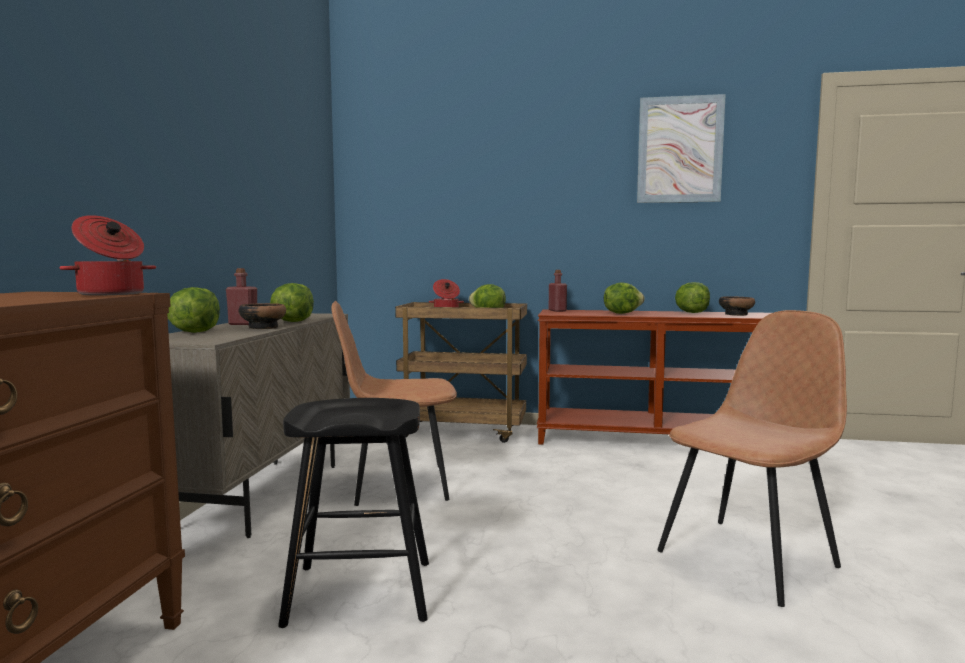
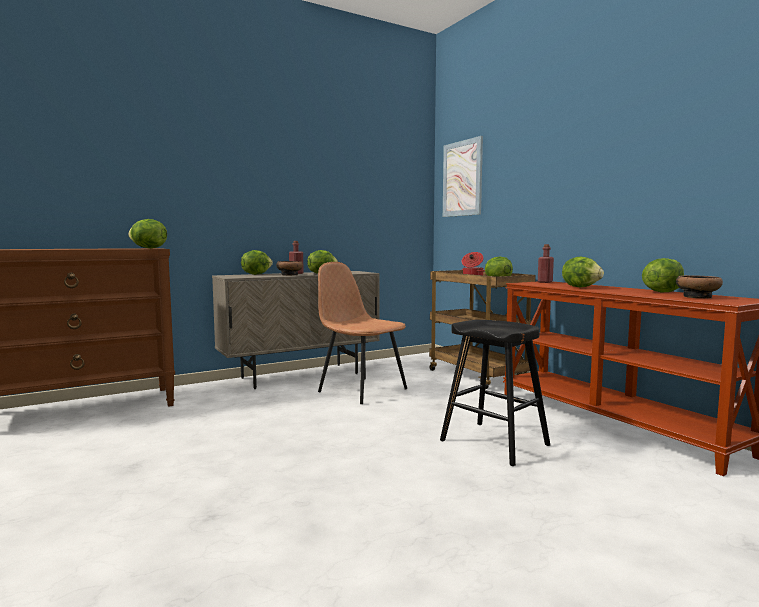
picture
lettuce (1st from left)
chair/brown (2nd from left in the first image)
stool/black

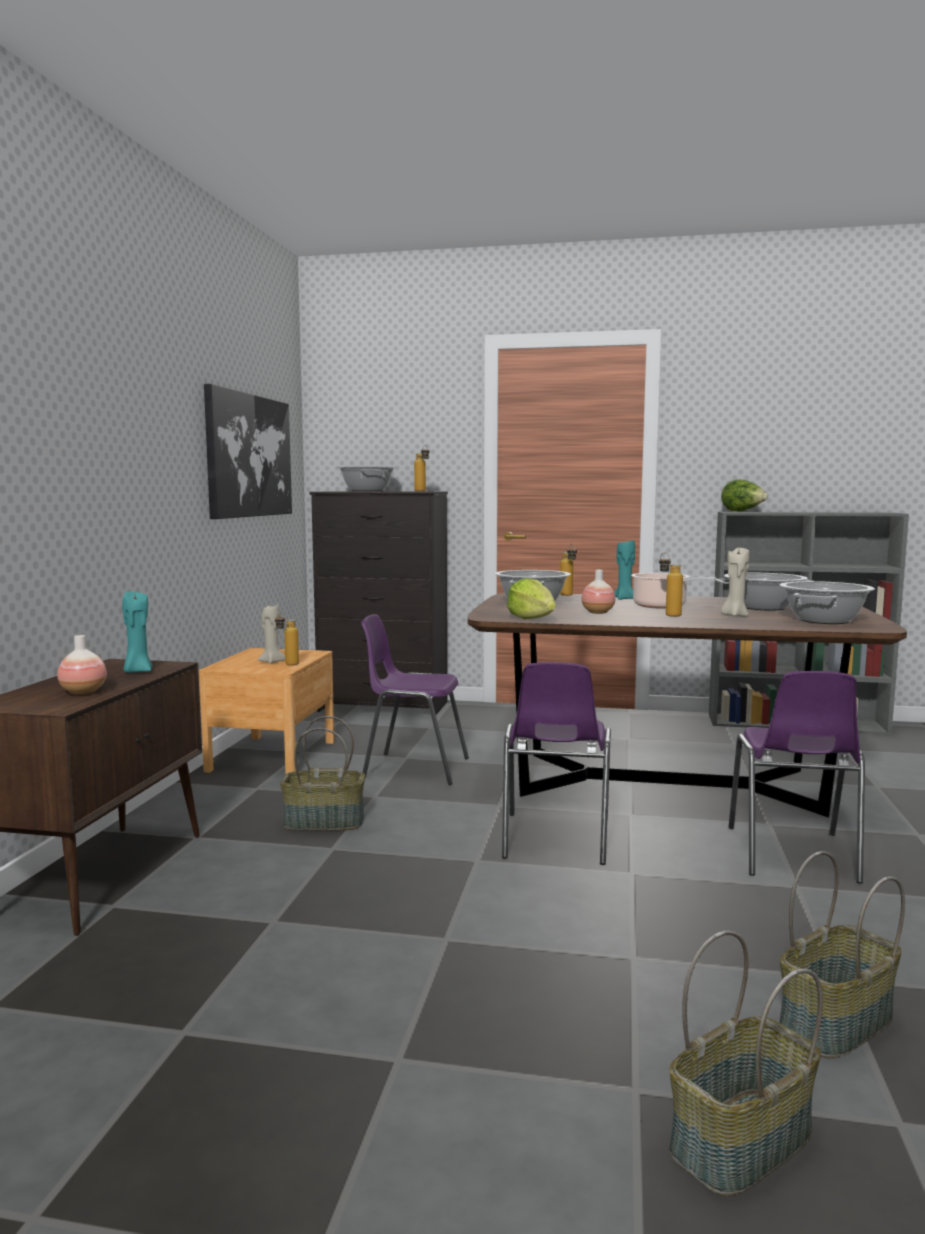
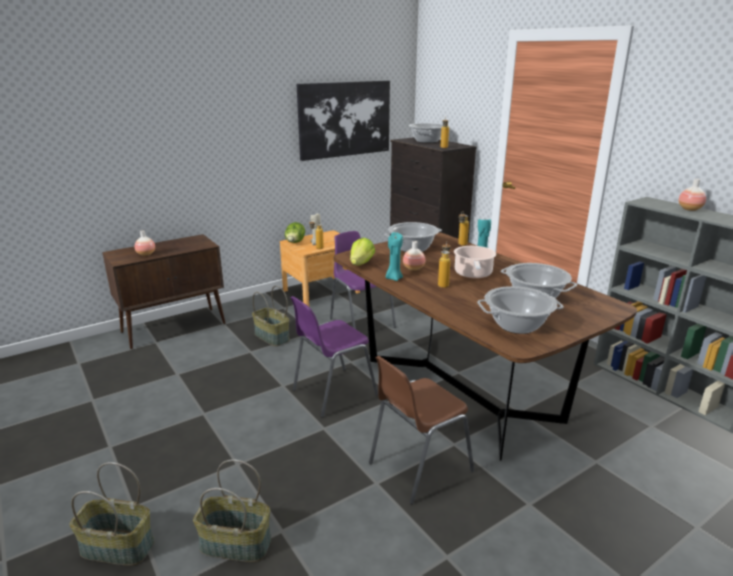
lettuce (1st from left)
candle/beige (2nd from left in the first image)
candle/turquoise (1st from left)
chair/brown
vase (3rd from left)

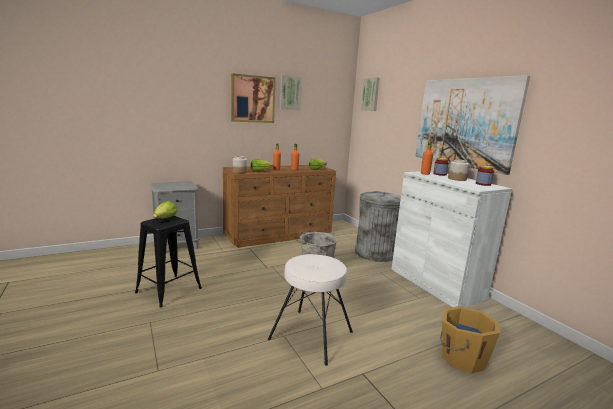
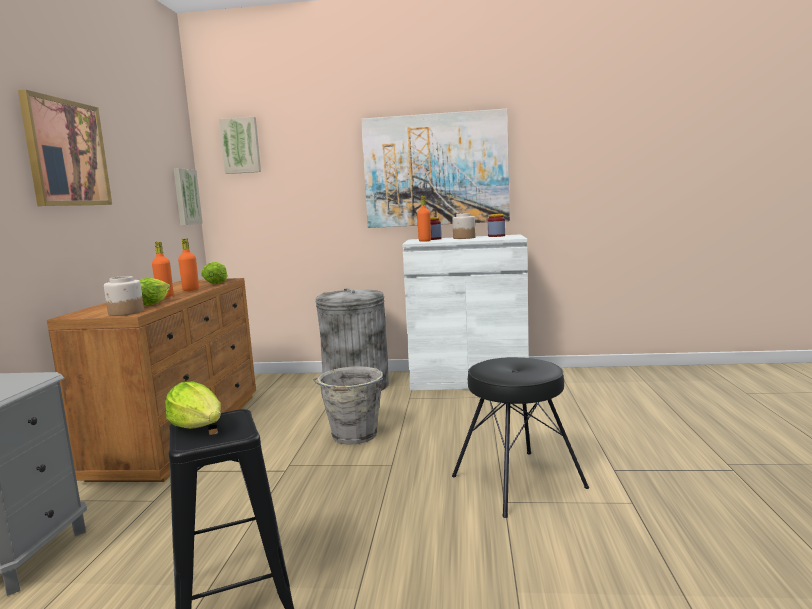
picture (2nd from left)
stool/black (2nd from left)
bucket/orange

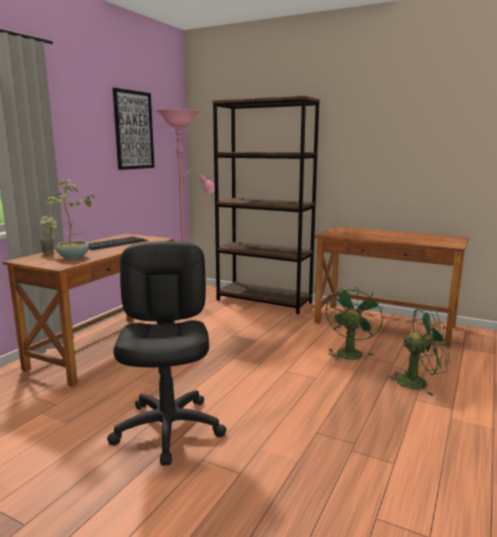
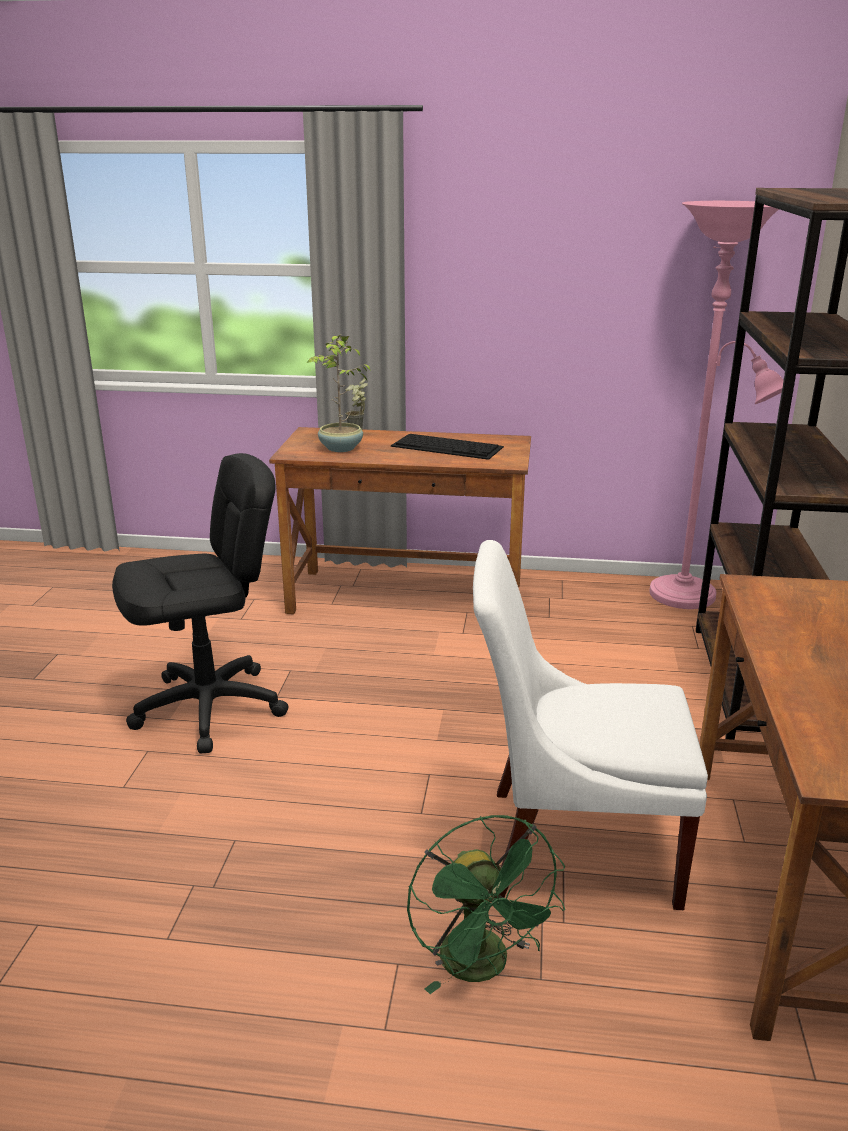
picture
chair/white

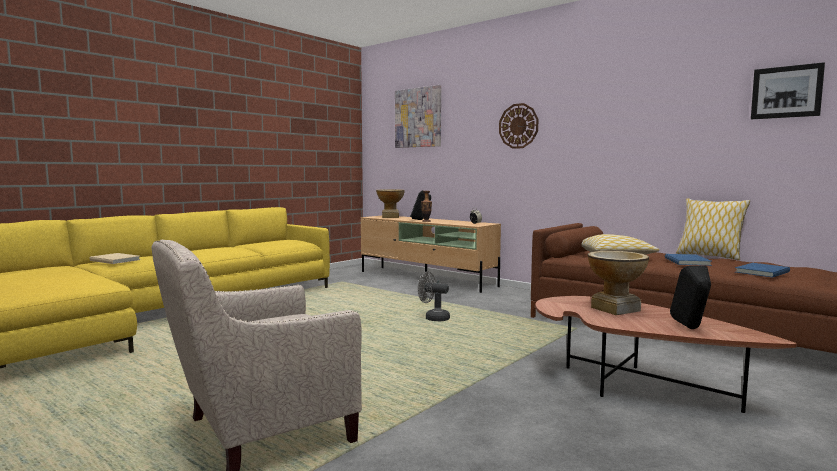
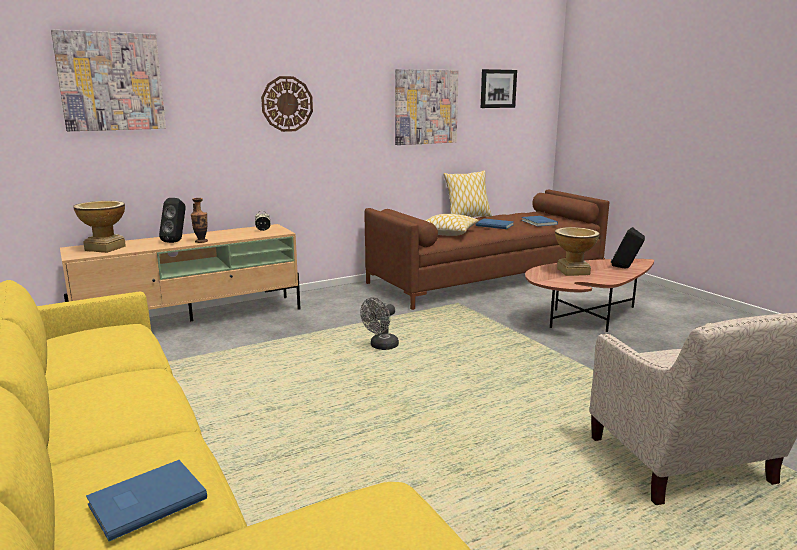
book/blue (1st from left)
picture (2nd from left)

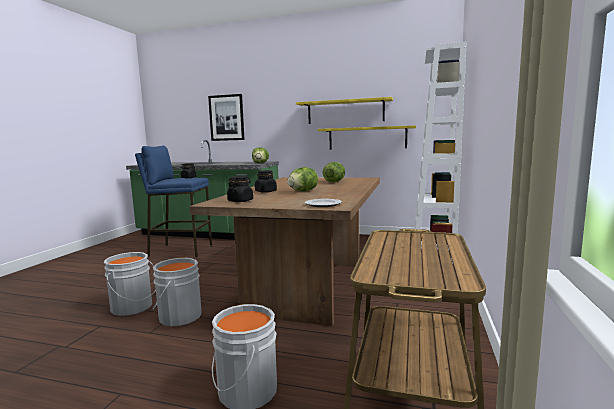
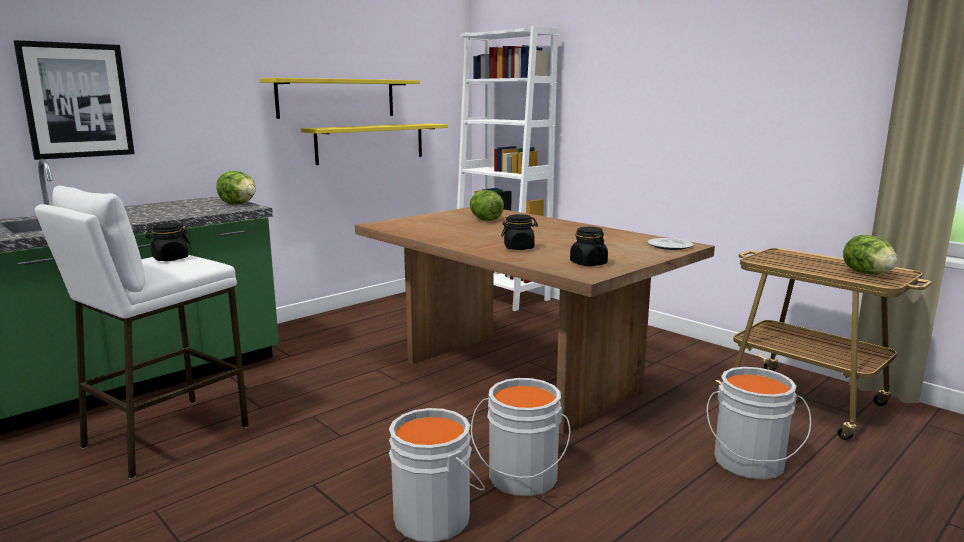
stool/white
lettuce (3rd from left)

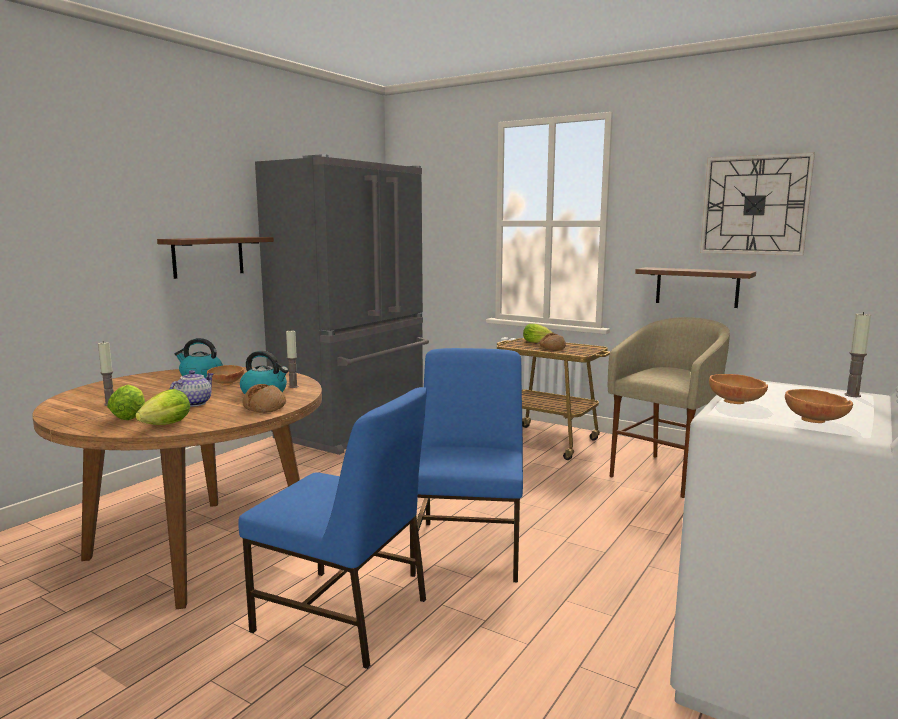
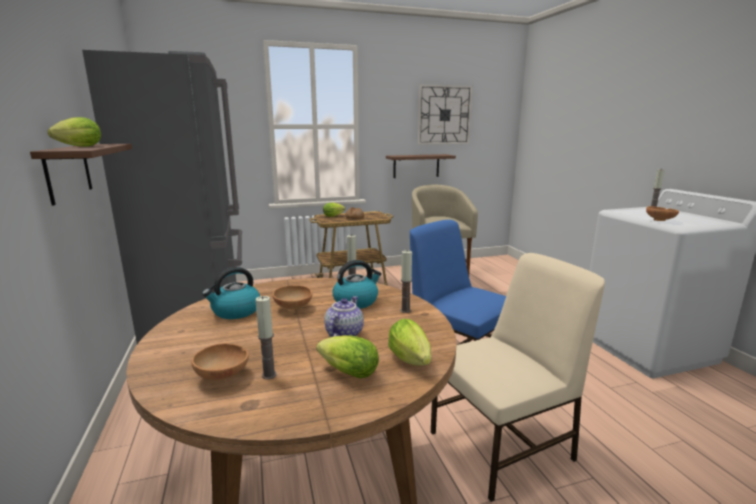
teapot
candle (3rd from left)
chair/beige
bowl/brown (1st from left)
lettuce (1st from left)

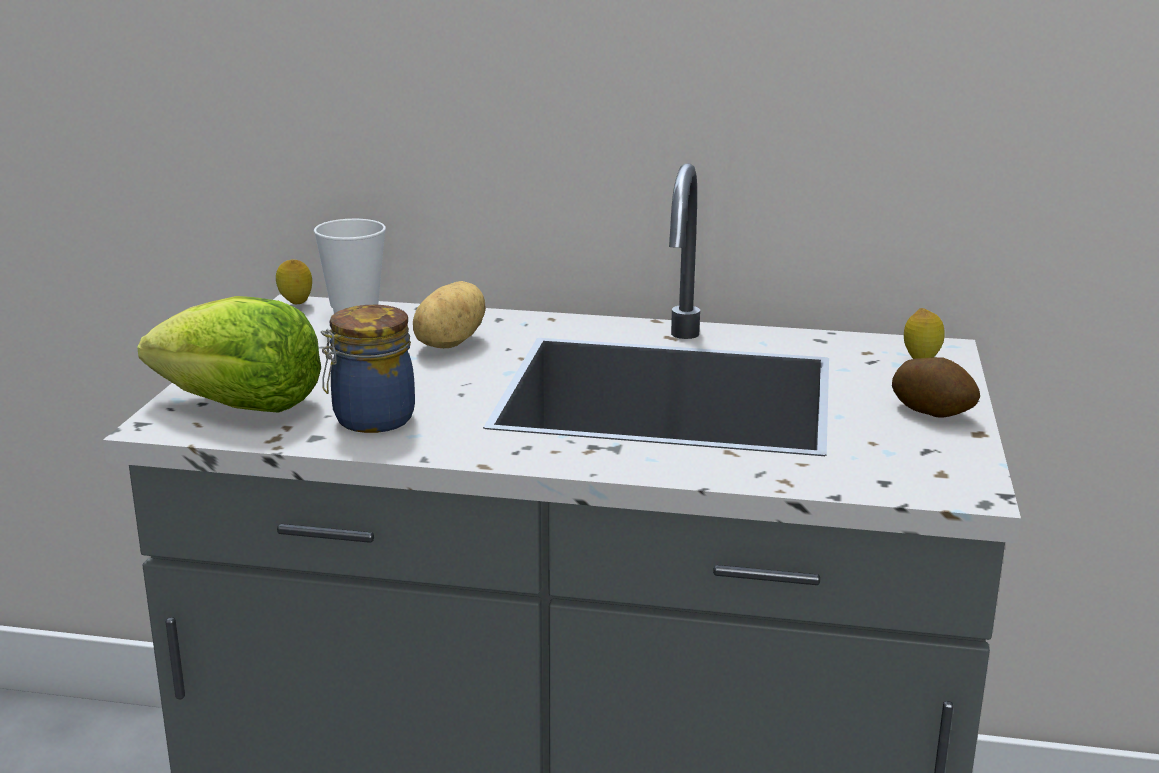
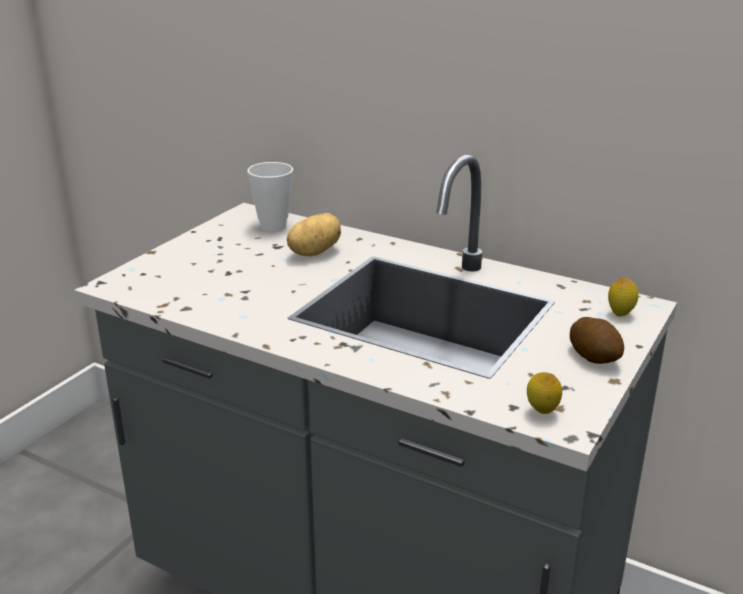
lemon (1st from left)
lettuce
jar

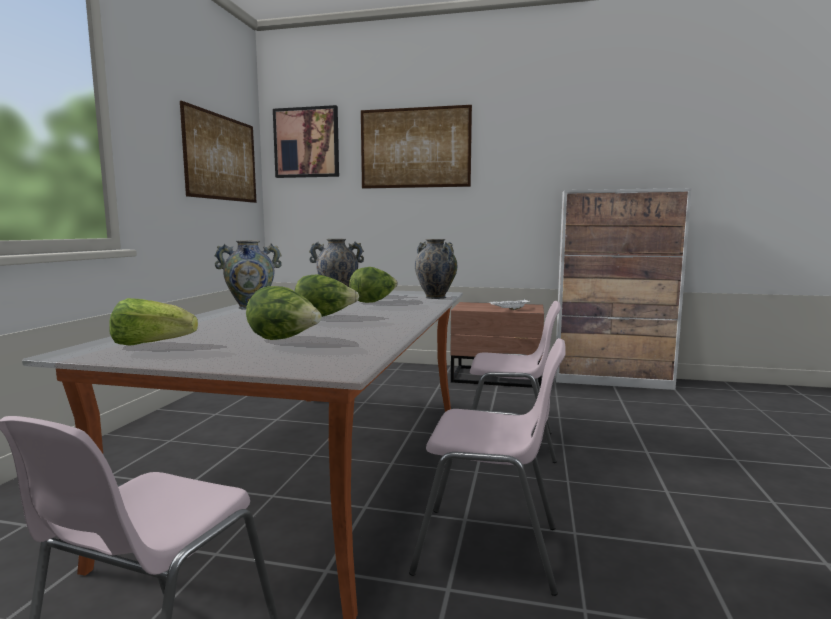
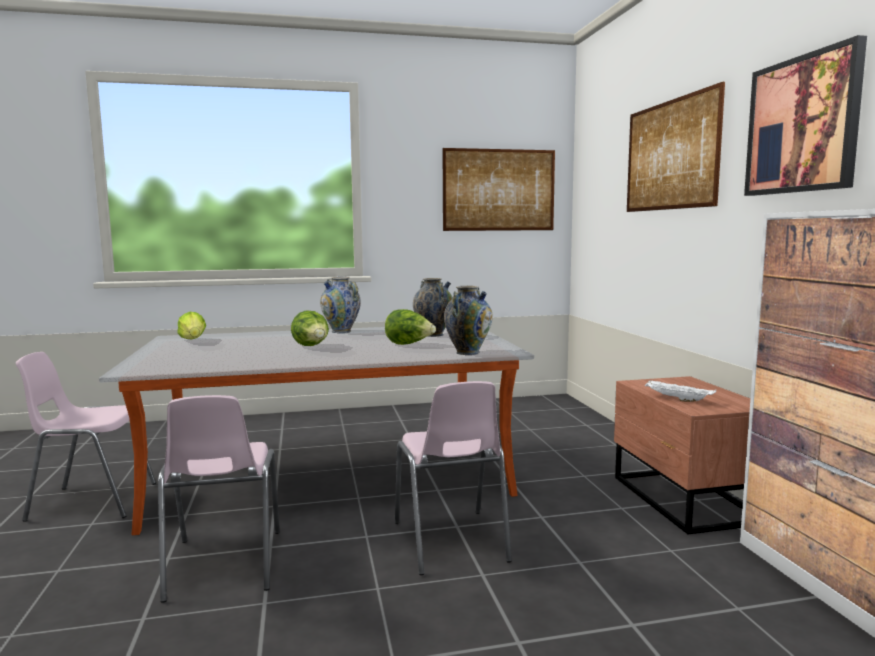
picture (3rd from left)
lettuce (2nd from left in the first image)

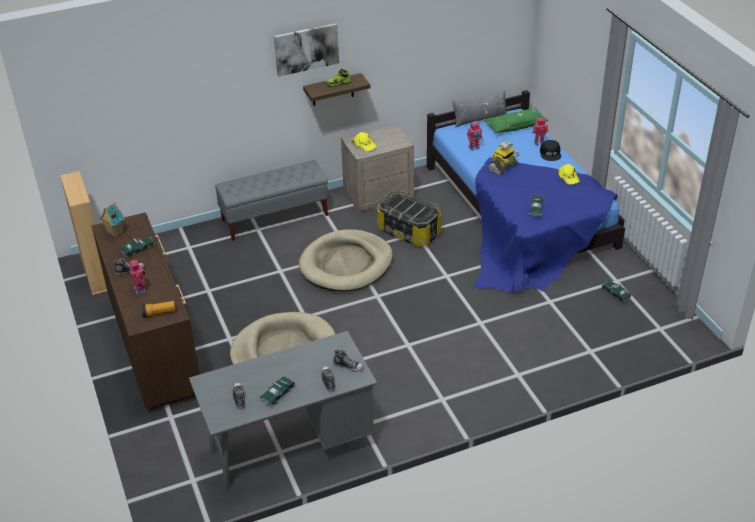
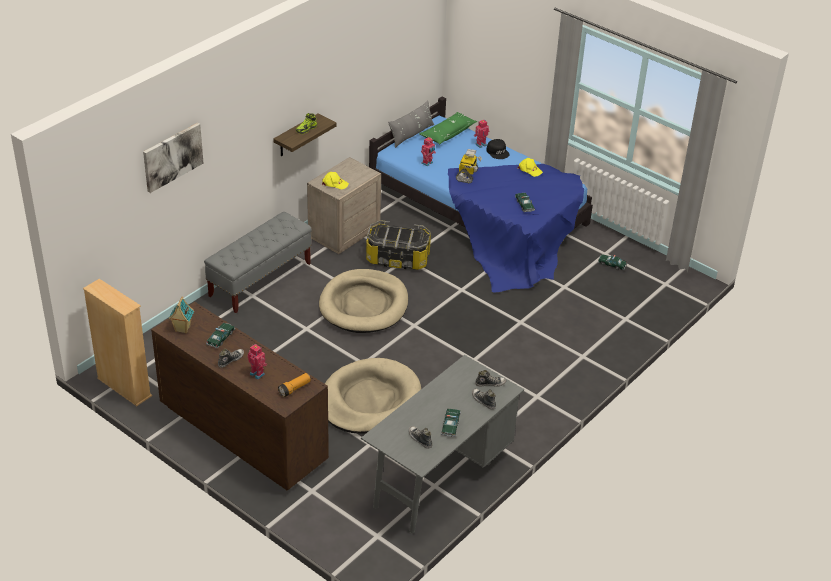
picture

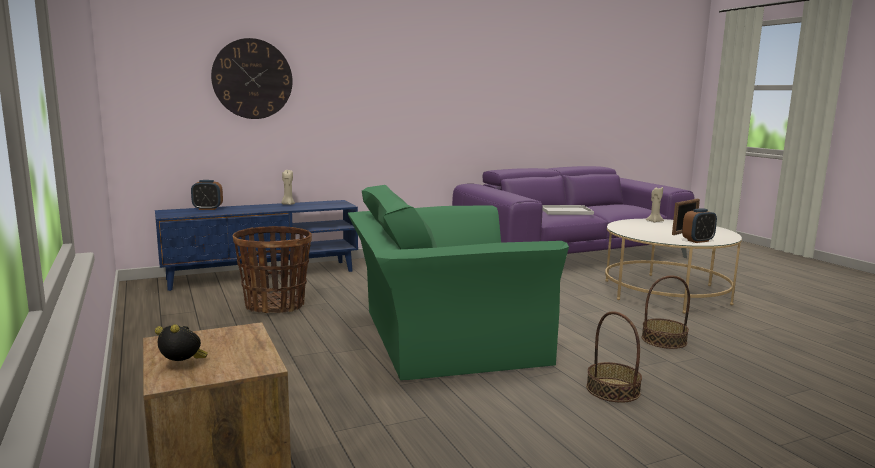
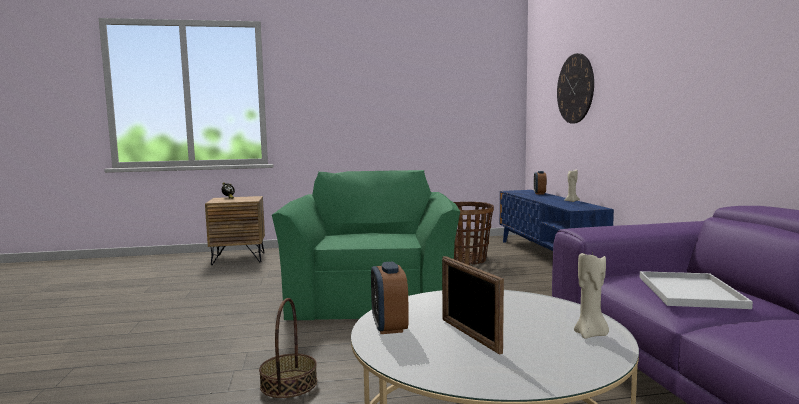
basket (2nd from left in the first image)

